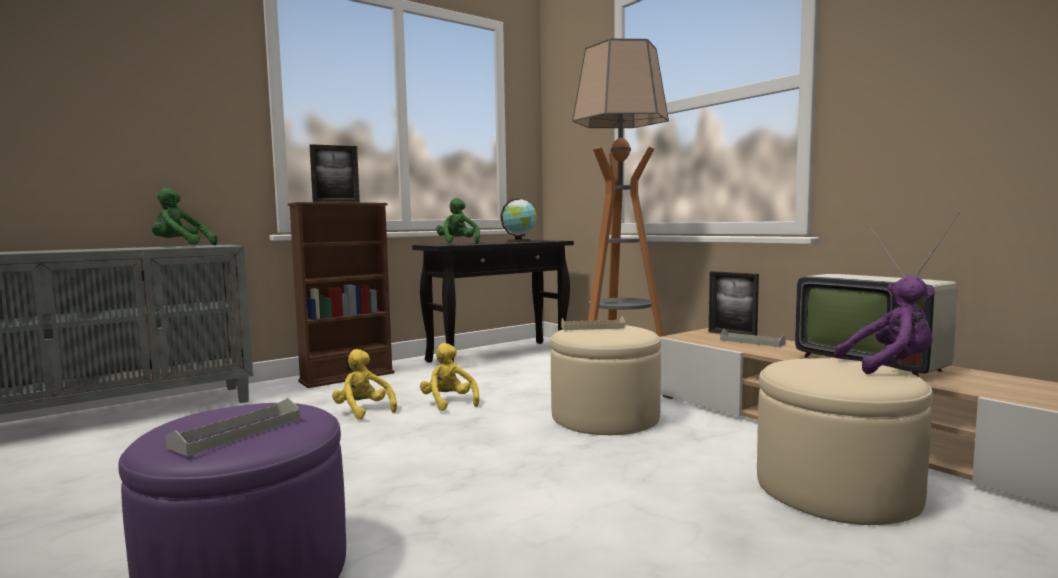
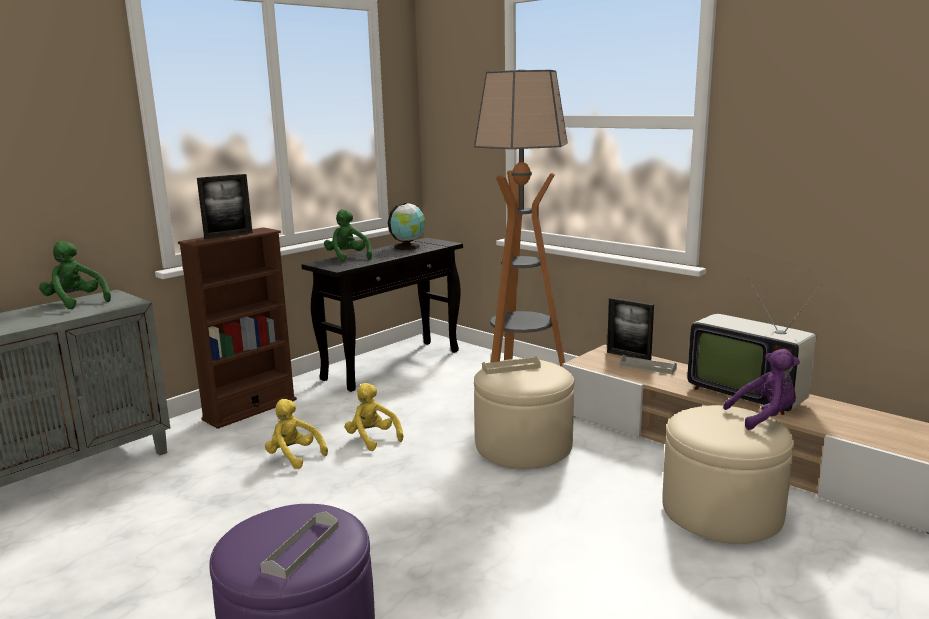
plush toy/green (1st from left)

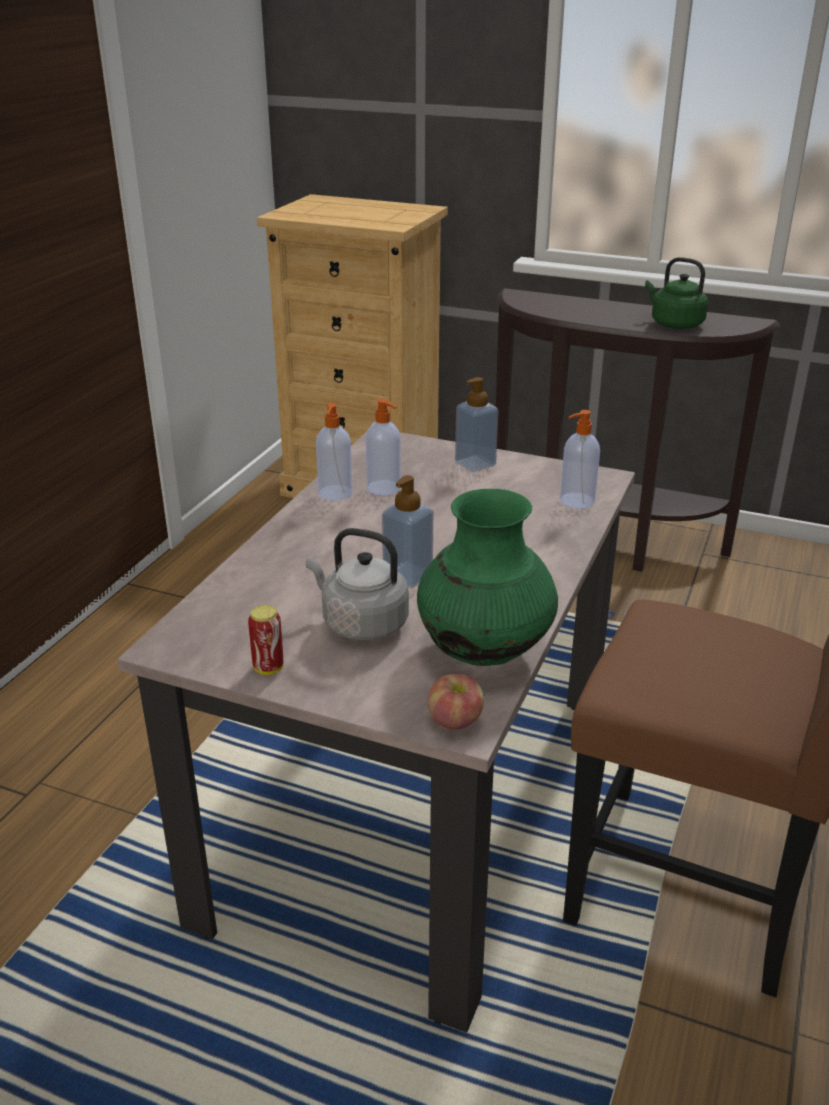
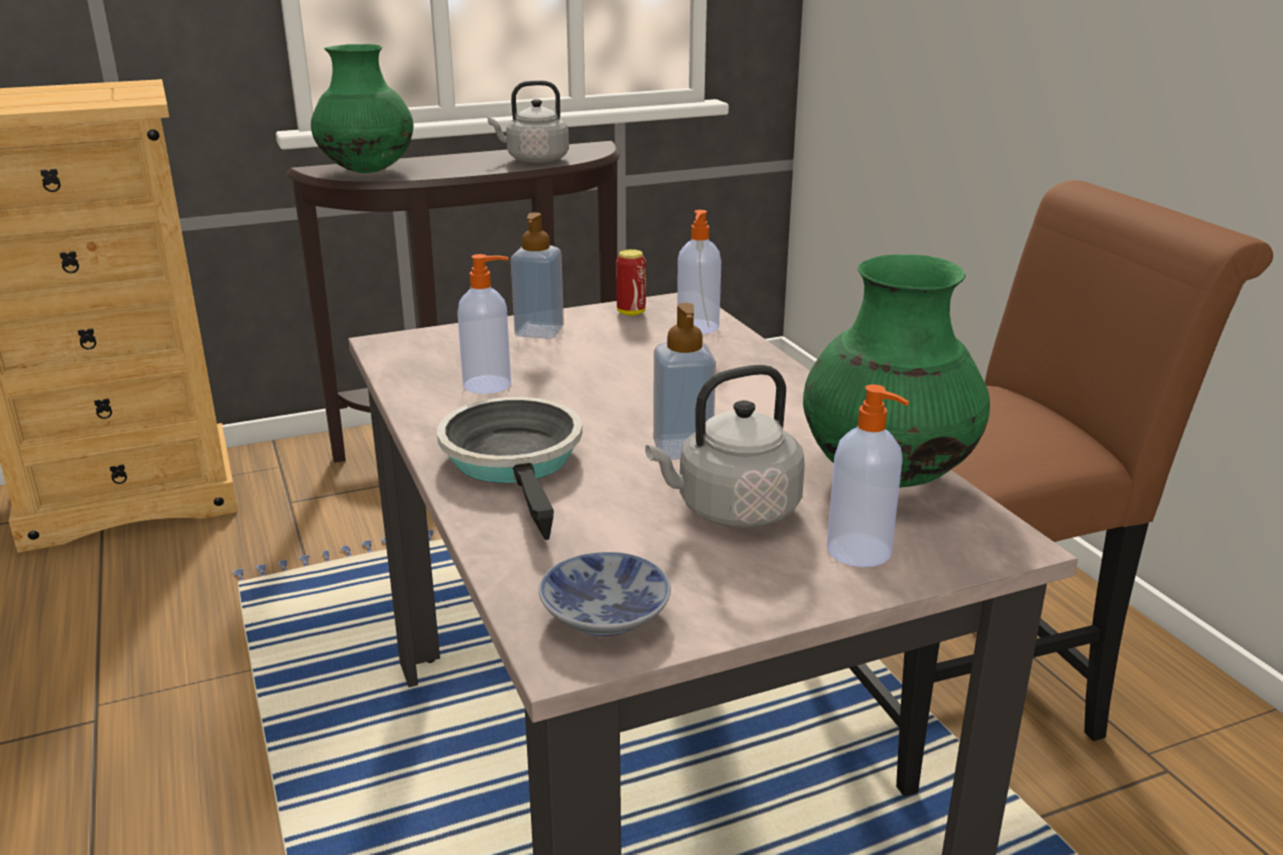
kettle/grey (1st from left)
soap dispenser (5th from left)
can
apple
vase/green (1st from left)
frying pan
bowl

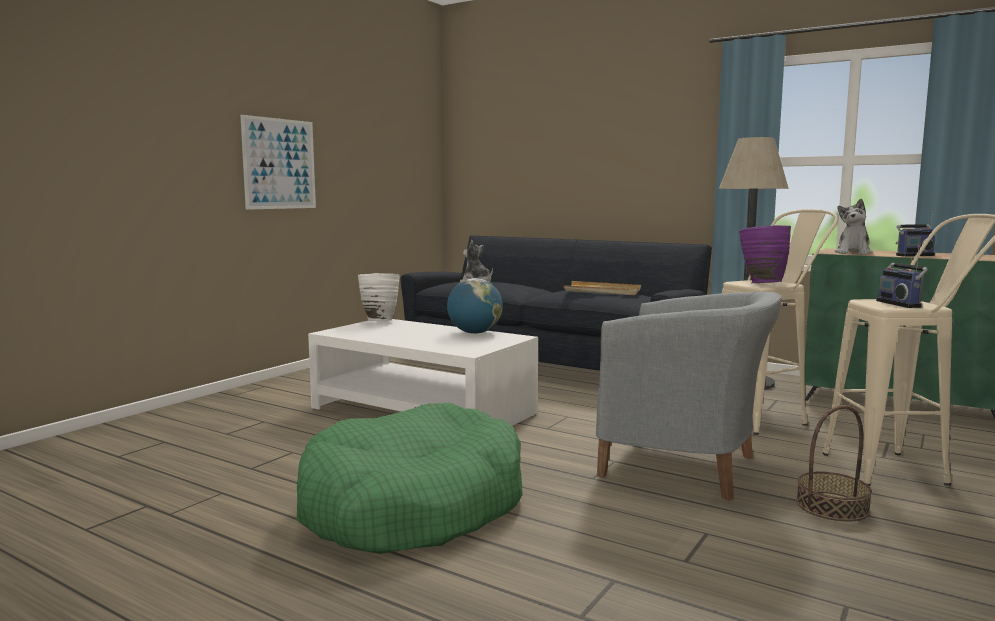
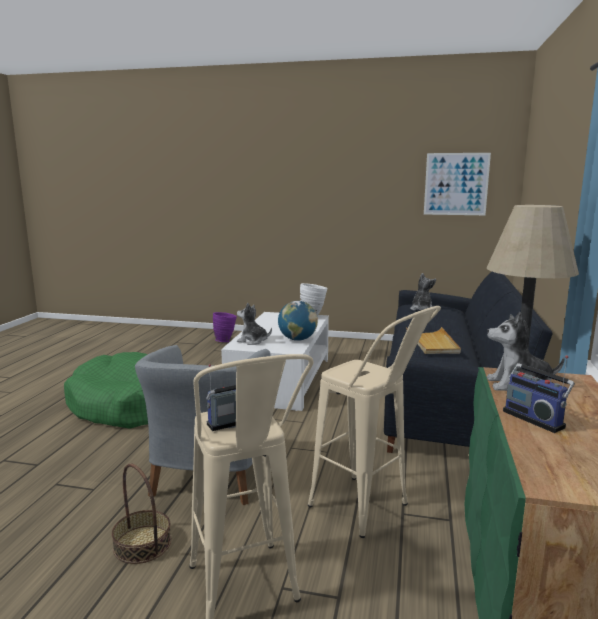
picture
vase/purple
plush toy (1st from left)

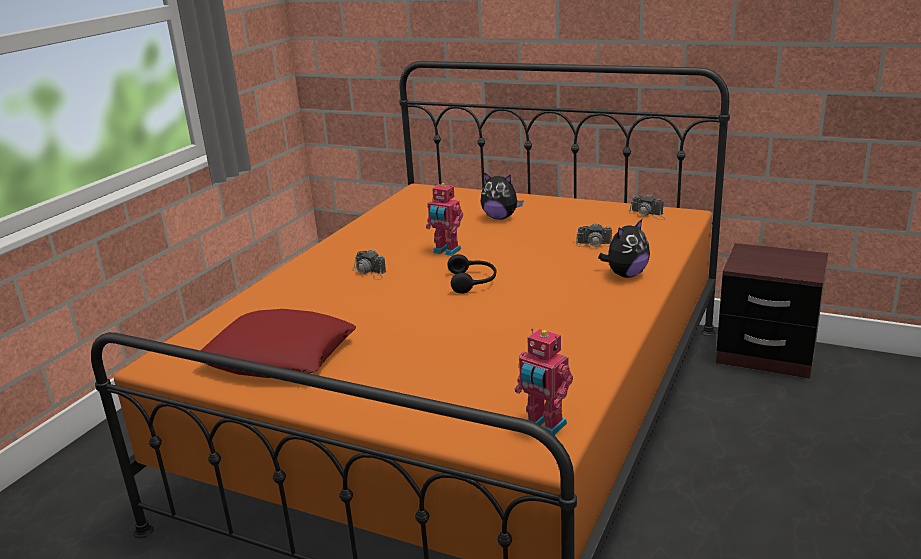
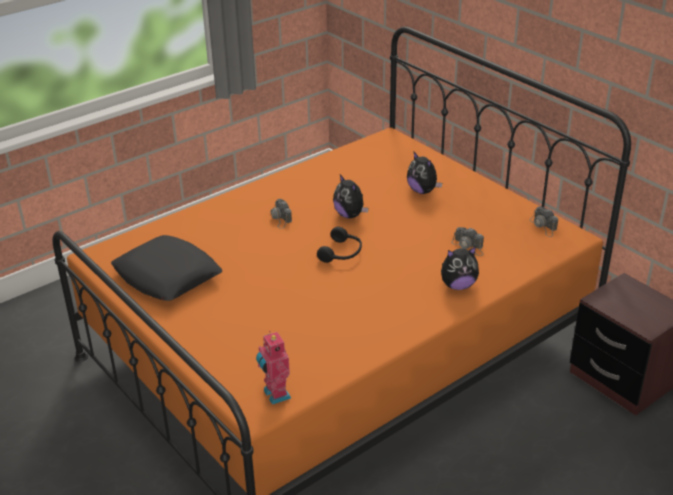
plush toy (1st from left)
pillow/black

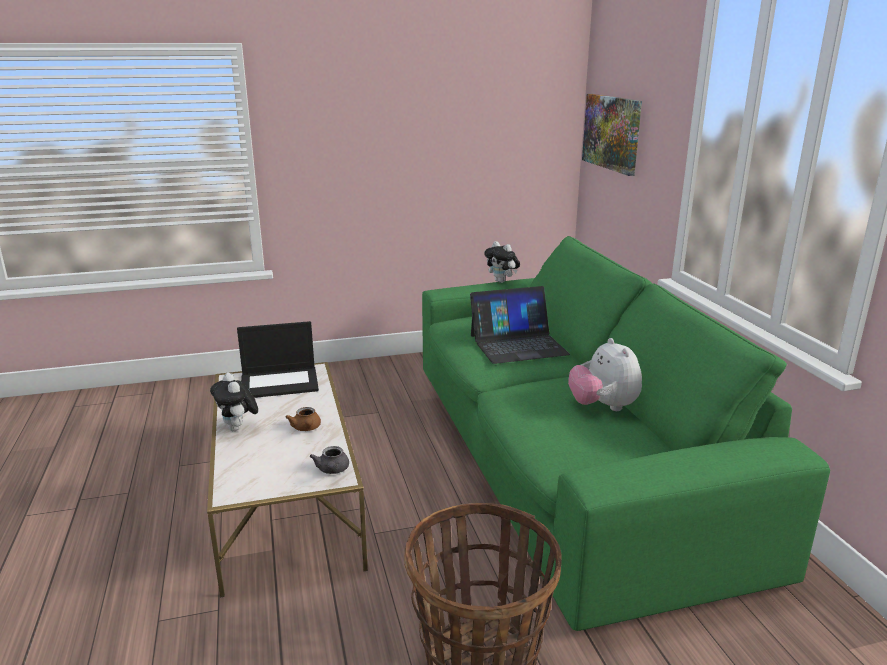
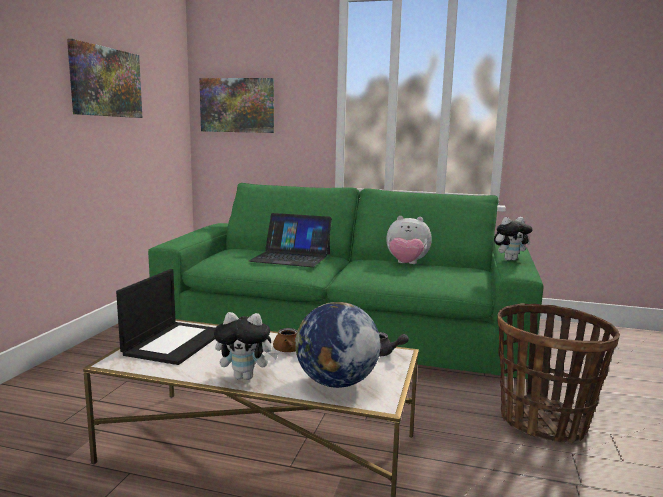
plush toy (3rd from left)
laptop (2nd from left)
picture (1st from left)
globe

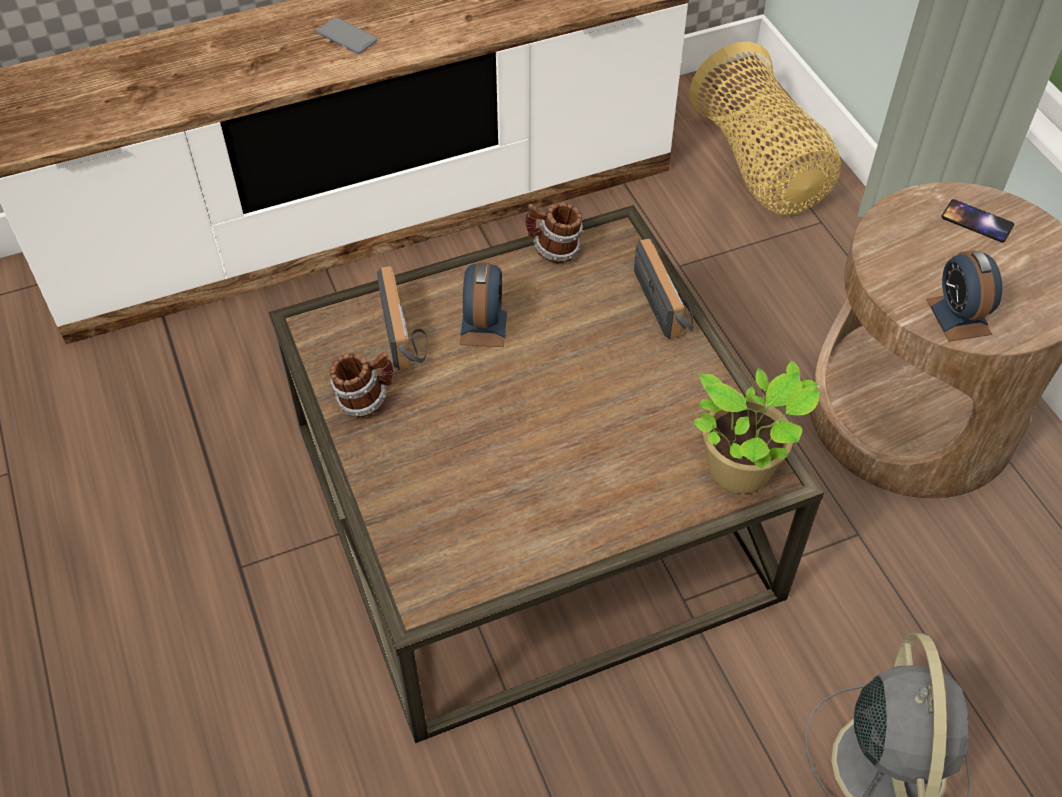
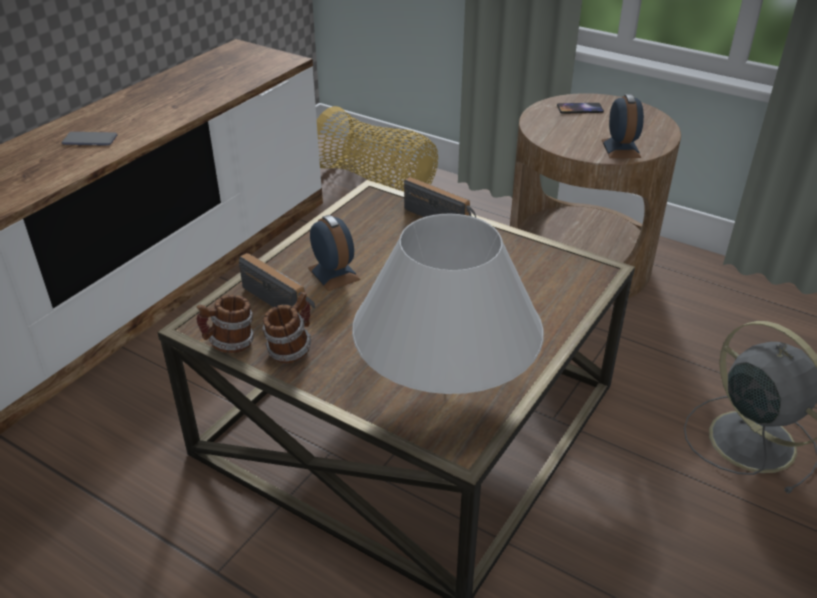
mug (1st from left)
alarm clock (2nd from left)
potted plant
table lamp/white

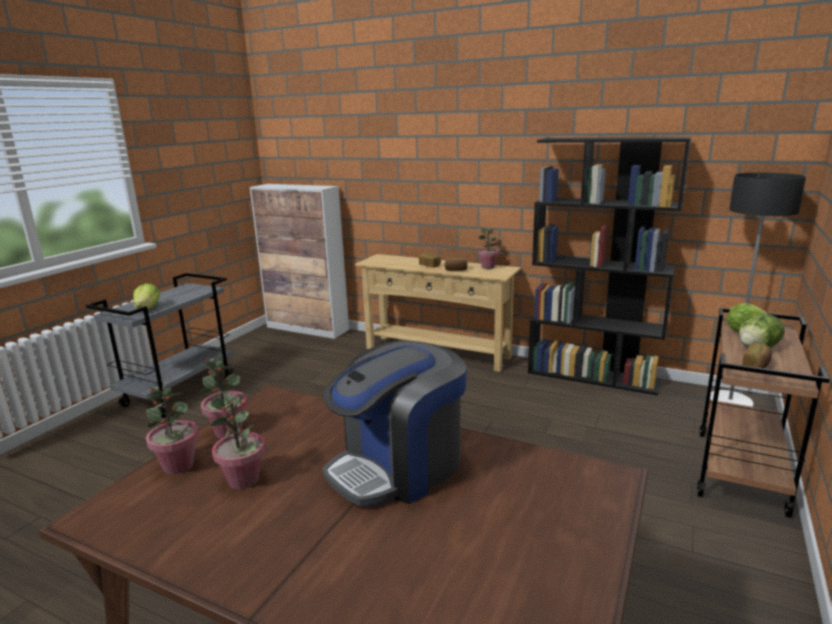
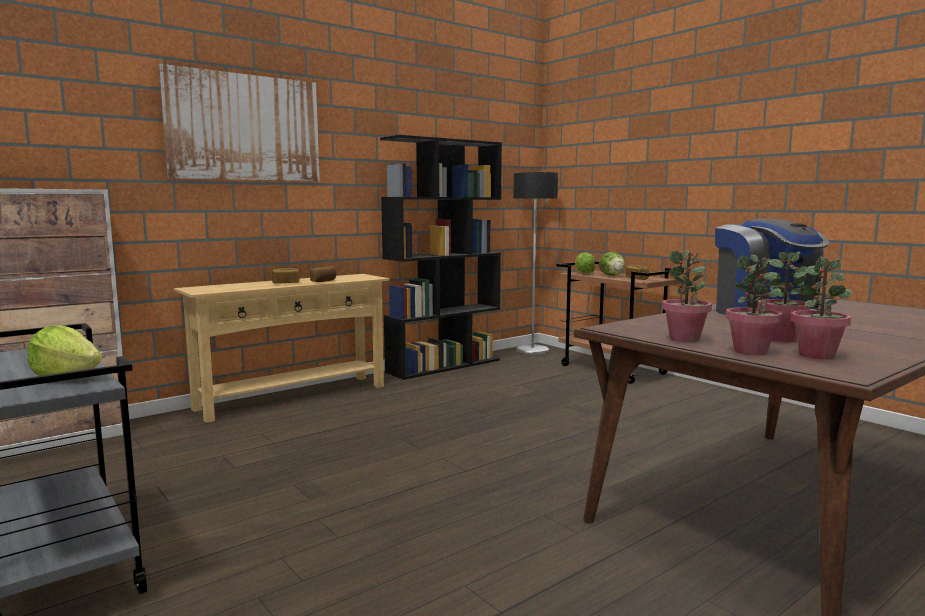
potted plant (4th from left)
picture

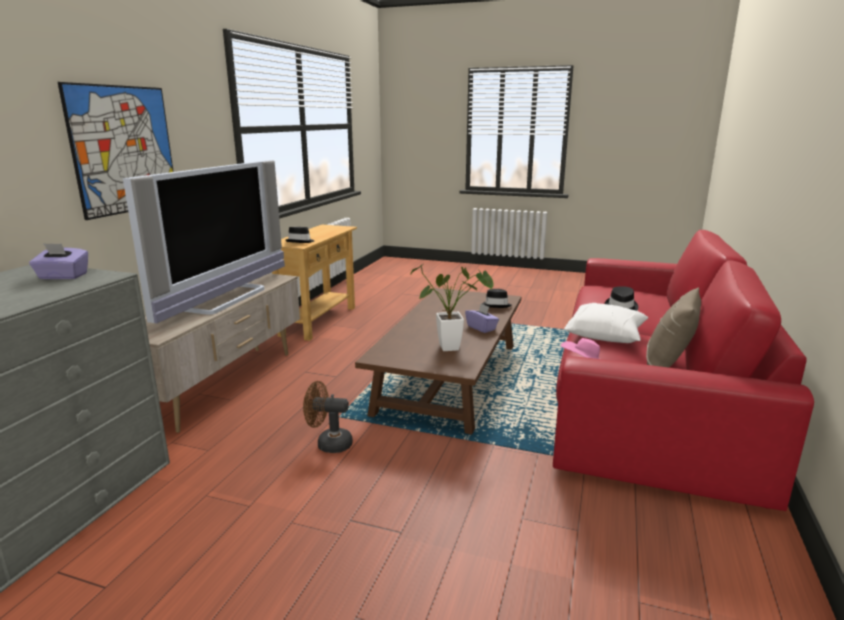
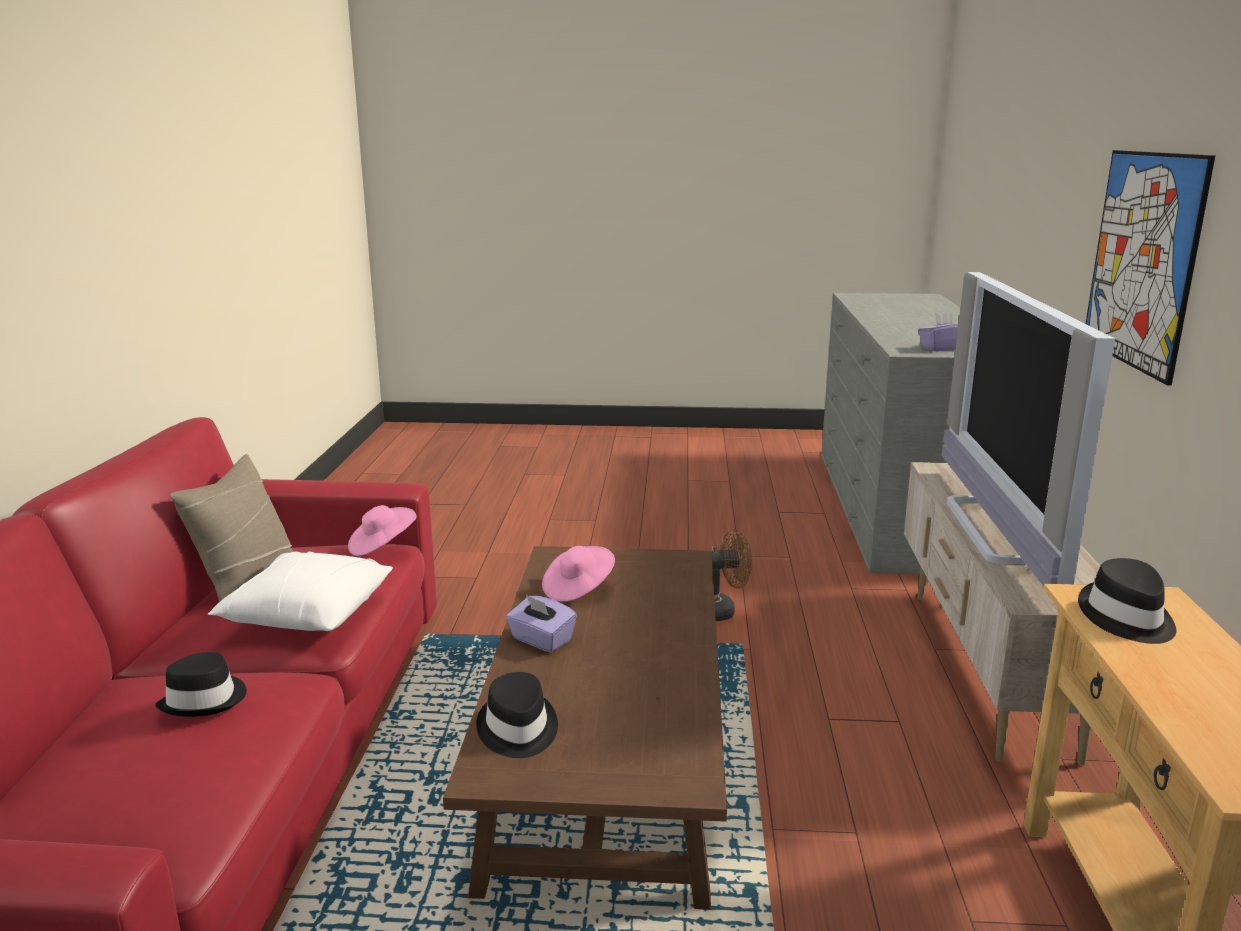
hat/pink (2nd from left)

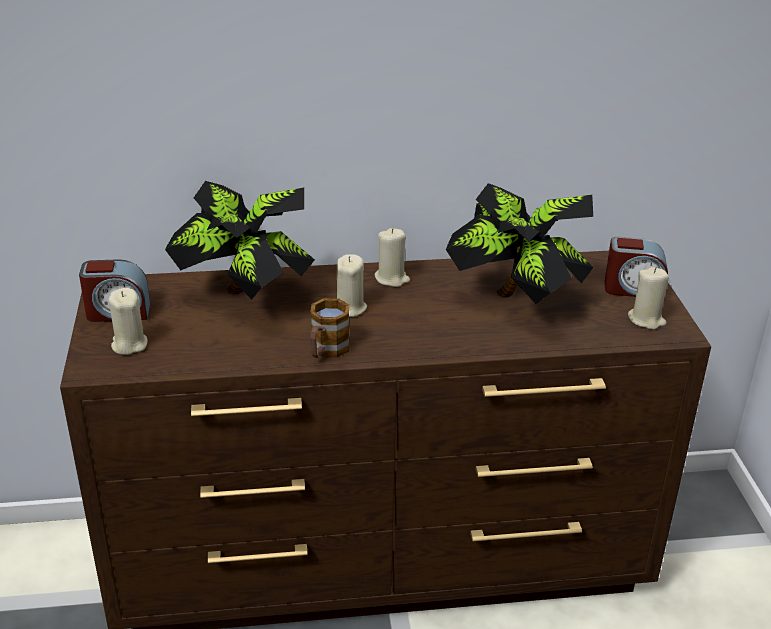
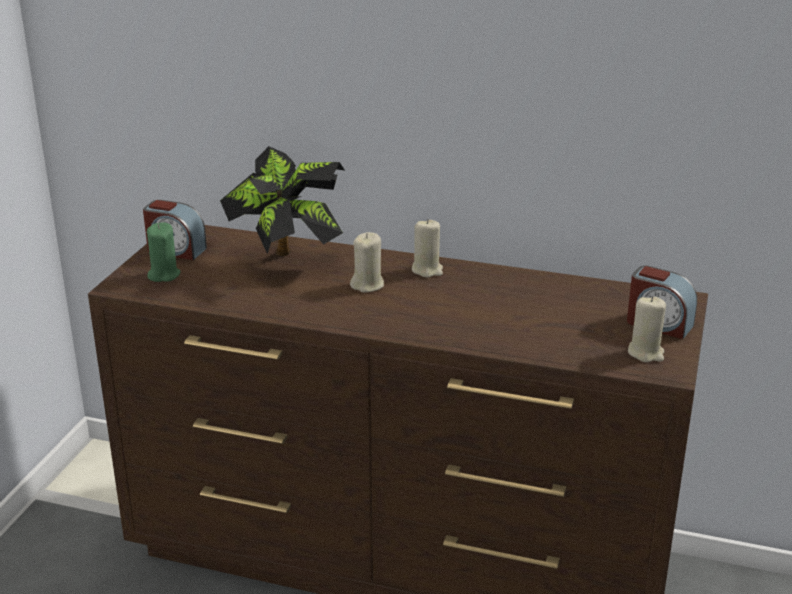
potted plant (2nd from left in the first image)
candle/green
mug

